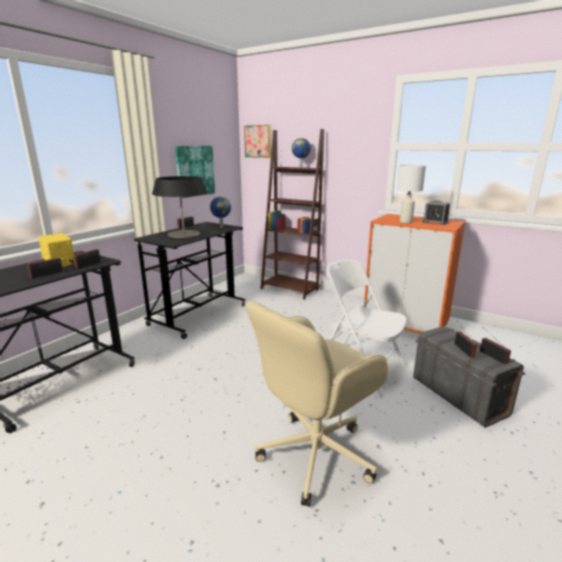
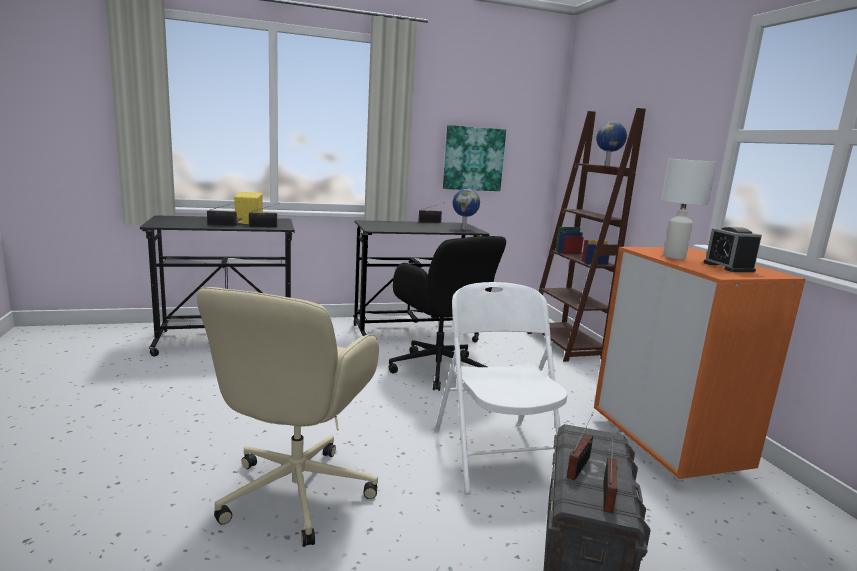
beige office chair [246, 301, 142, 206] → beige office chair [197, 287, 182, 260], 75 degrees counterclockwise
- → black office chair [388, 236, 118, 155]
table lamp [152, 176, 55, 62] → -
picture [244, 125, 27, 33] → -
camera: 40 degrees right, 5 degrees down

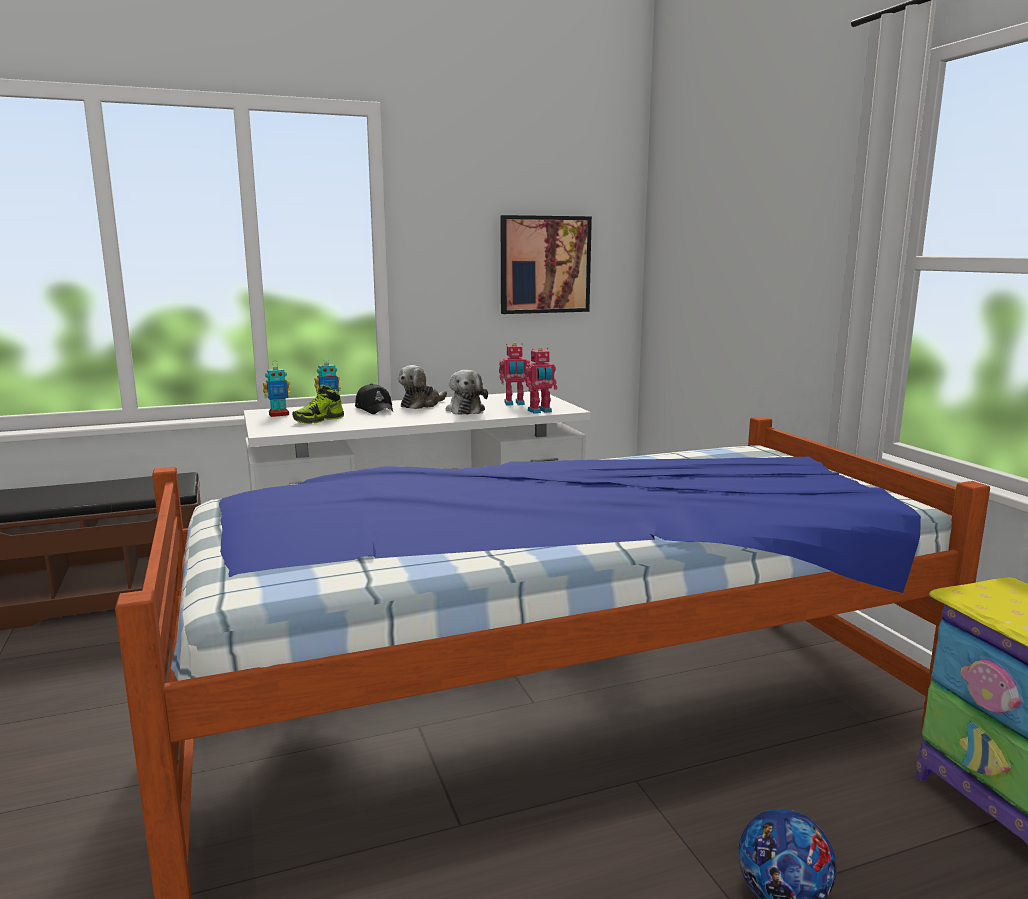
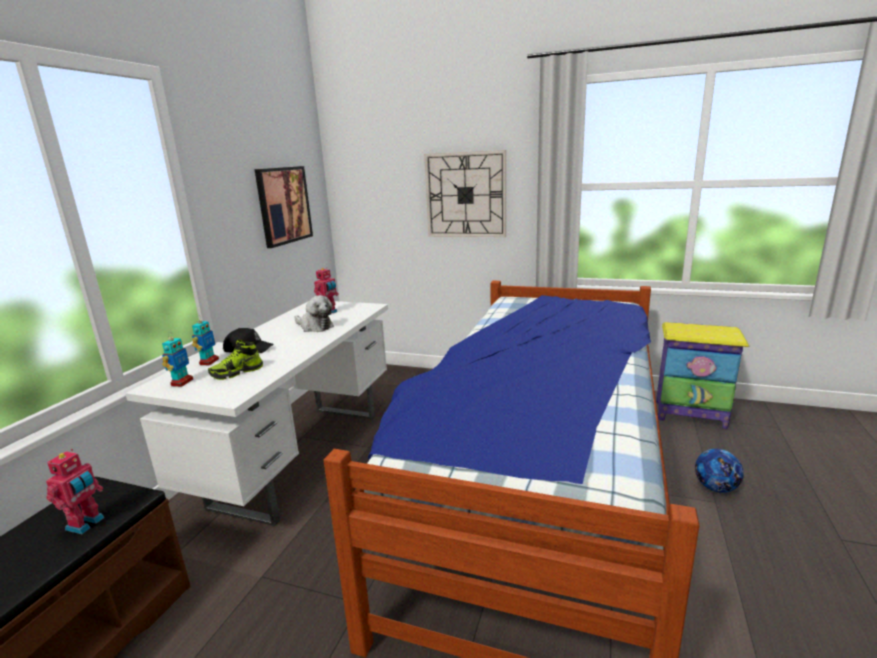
toy robot [523, 347, 34, 67] → toy robot [46, 449, 58, 85], shifted
shoe [292, 384, 52, 40] → shoe [208, 340, 55, 40], 60 degrees clockwise
- → wall clock [424, 150, 82, 87]
plush toy [398, 365, 49, 44] → -
camera: 50 degrees left, 5 degrees up

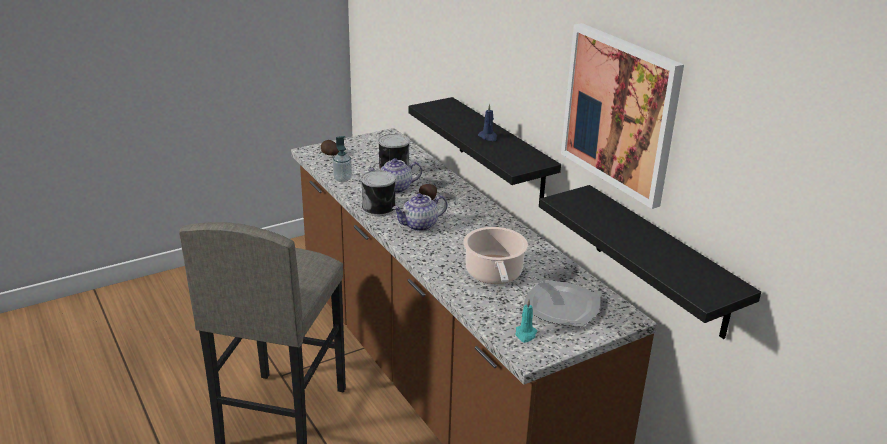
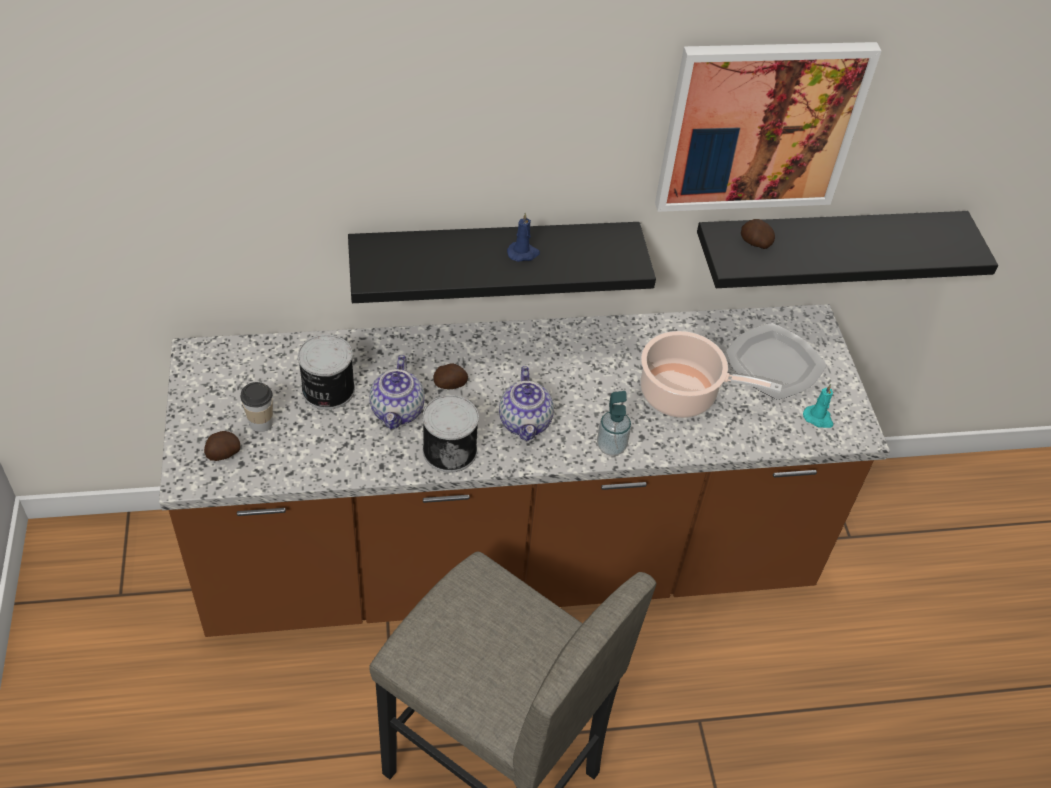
- → cup [240, 382, 33, 50]
soap dispenser [333, 136, 19, 46] → soap dispenser [597, 391, 34, 65], shifted
- → potato [741, 219, 34, 30]
camera: 70 degrees left, 20 degrees up

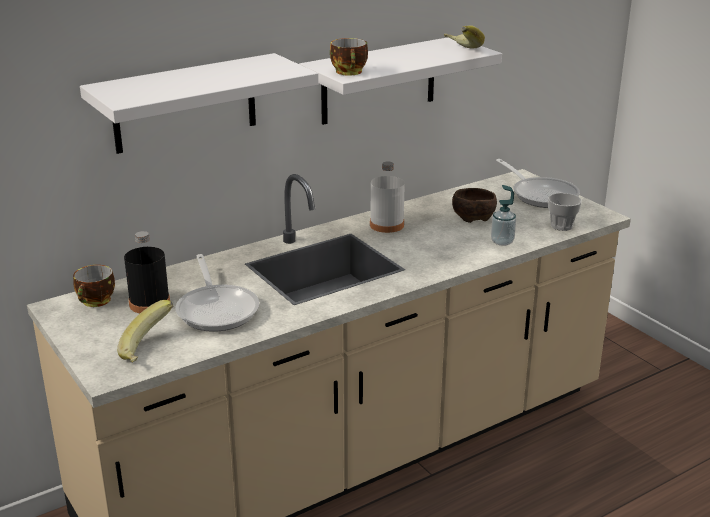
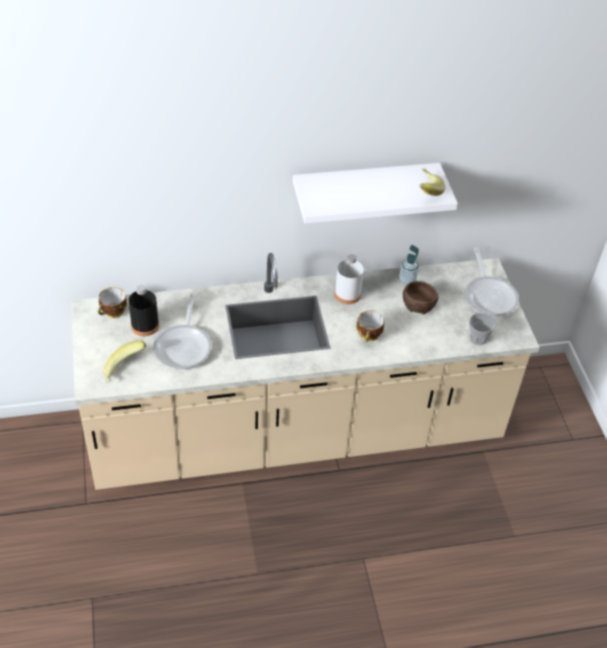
cup [330, 38, 38, 38] → cup [357, 310, 27, 32], shifted
soap dispenser [491, 185, 25, 61] → soap dispenser [399, 245, 20, 40], shifted
white shelf [80, 53, 239, 101] → -
camera: 20 degrees right, 20 degrees up

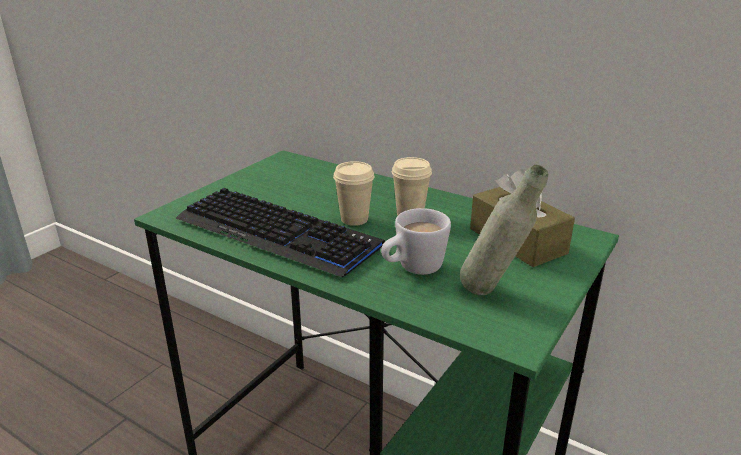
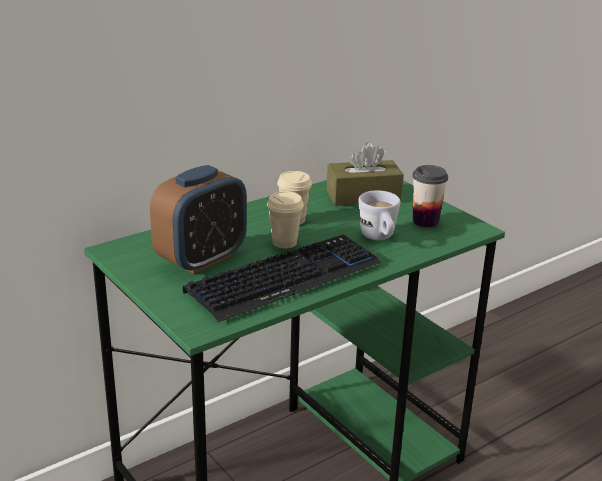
- → alarm clock [150, 165, 97, 109]
grey bottle [460, 165, 88, 130] → cup [412, 165, 36, 62]
camera: 70 degrees left, 0 degrees up

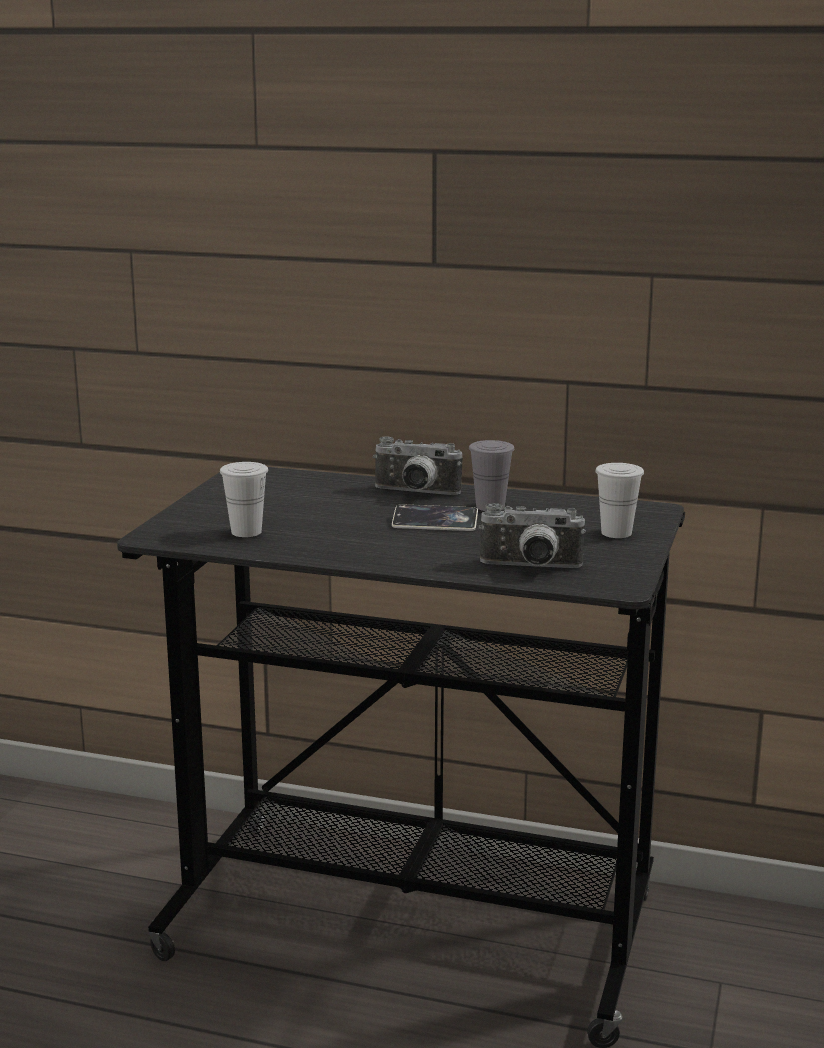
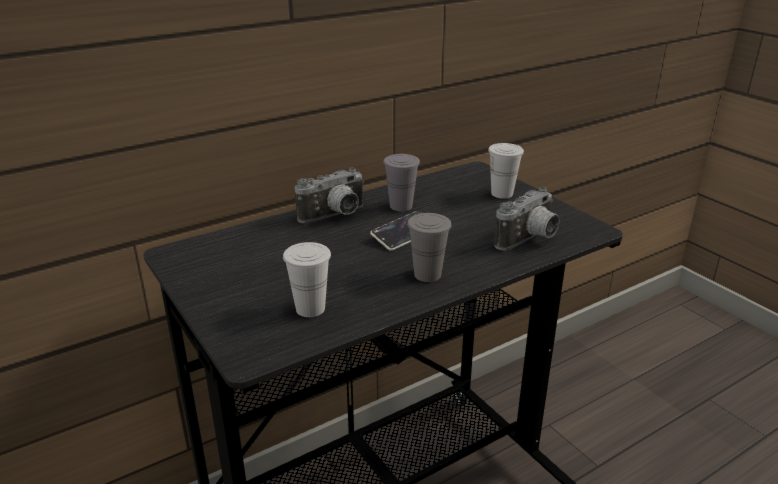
- → grey cup [407, 213, 44, 69]
camera: 50 degrees left, 10 degrees up

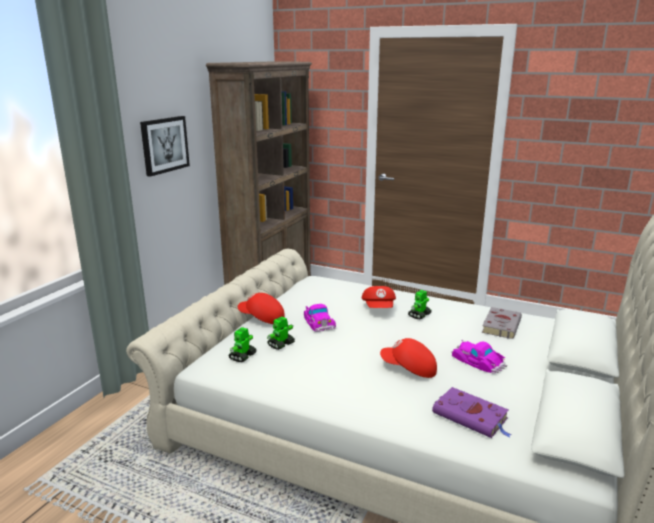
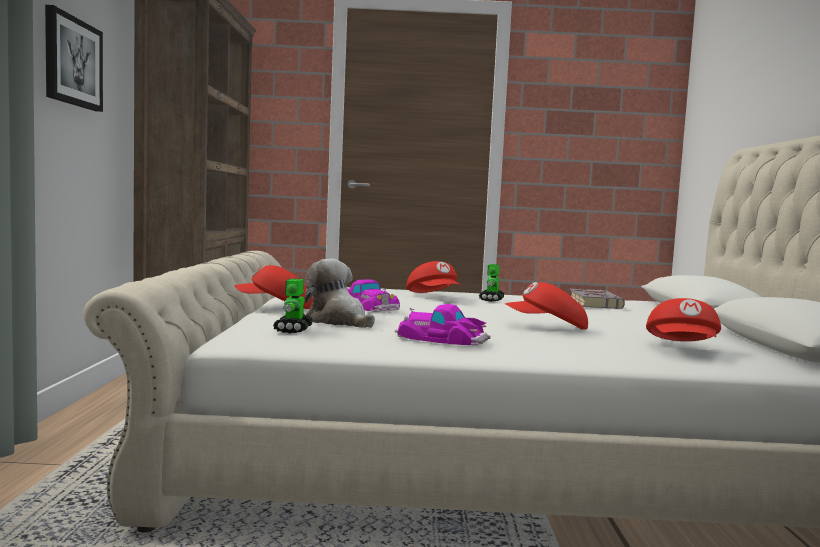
toy robot [267, 317, 28, 33] → plush toy [305, 259, 70, 69]
toy car [451, 340, 56, 34] → toy car [395, 304, 96, 42], shifted
purple book [432, 387, 79, 51] → red cap [646, 298, 75, 43]
camera: 25 degrees left, 15 degrees down

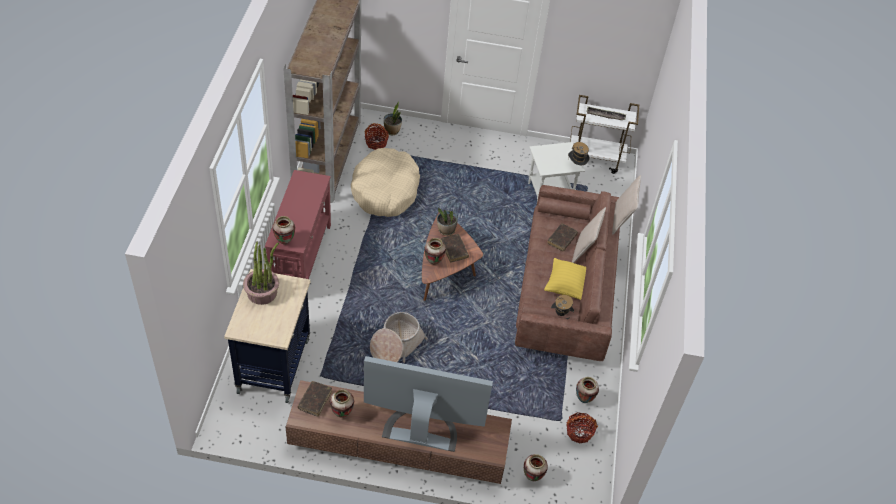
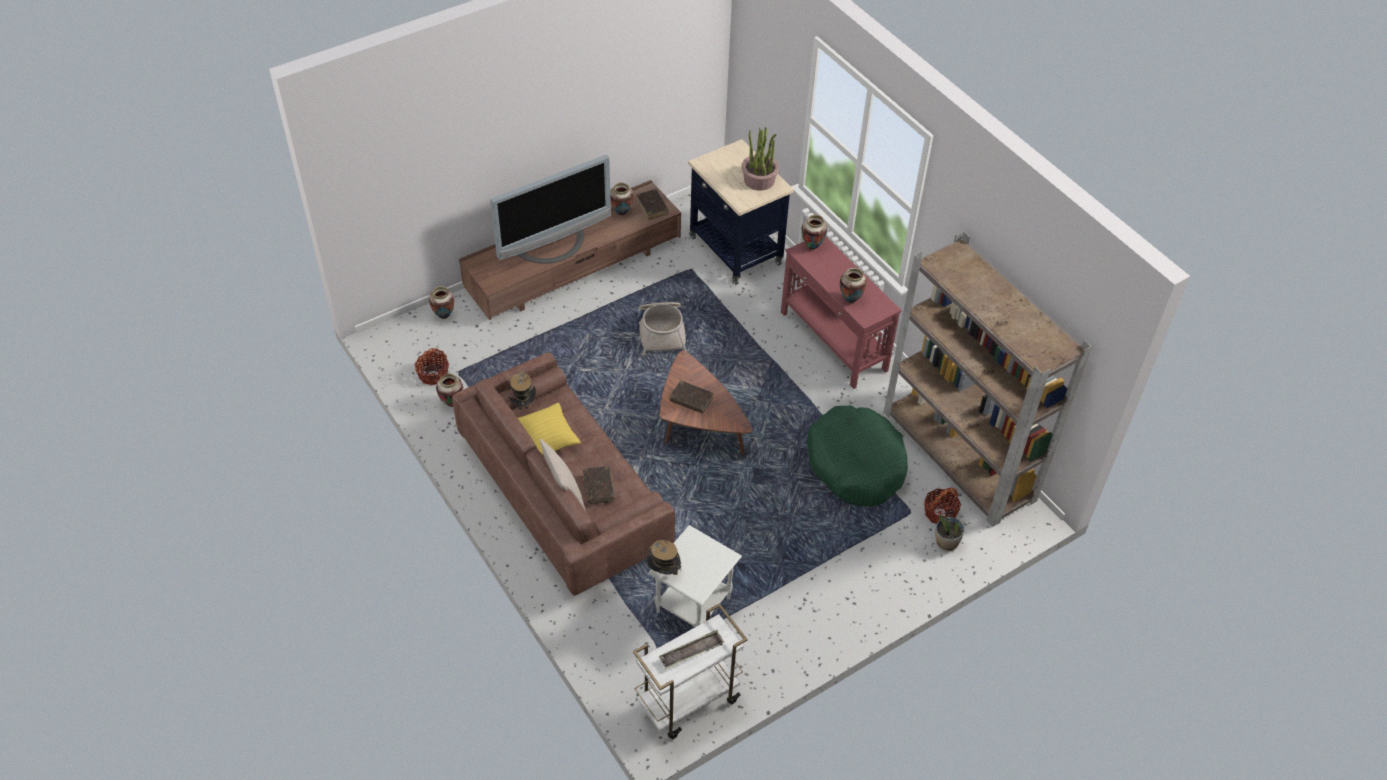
beige dog bed [351, 148, 69, 69] → green dog bed [807, 405, 101, 102]
vase [424, 238, 22, 27] → vase [840, 268, 27, 35], shifted
potted plant [437, 208, 21, 28] → -
beige pillow [612, 175, 29, 59] → -
camera: 140 degrees right, 0 degrees up

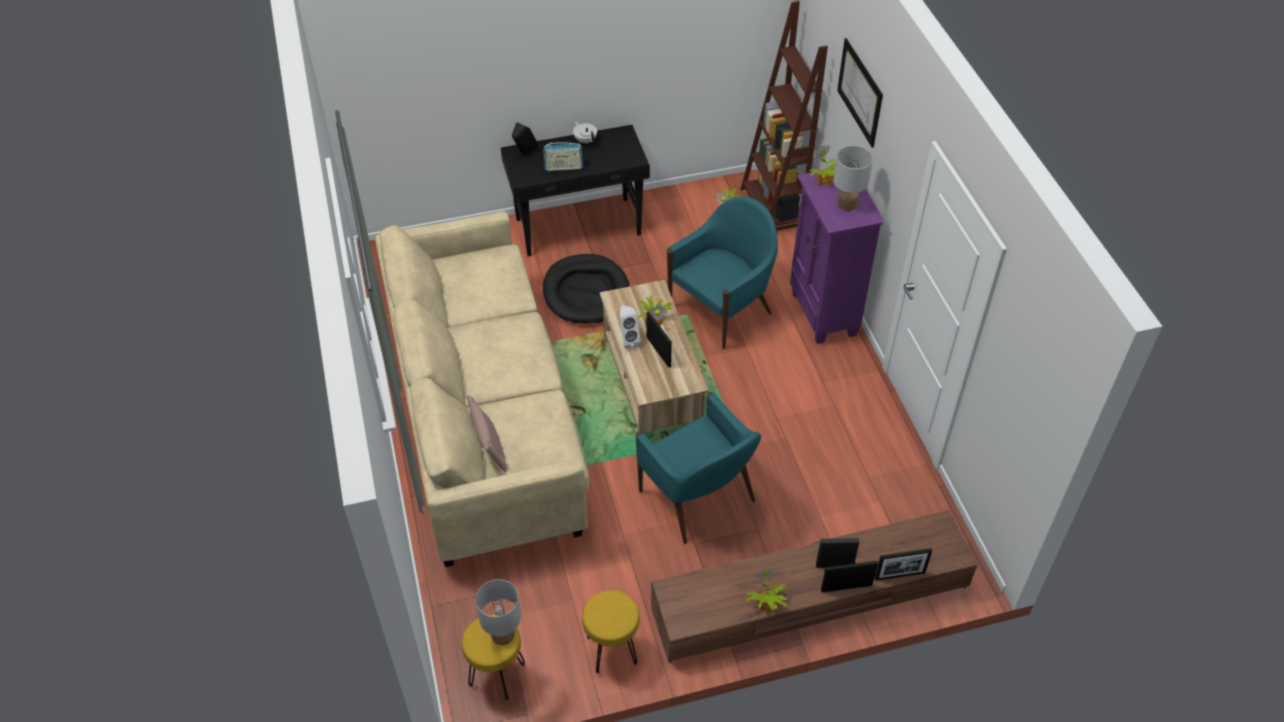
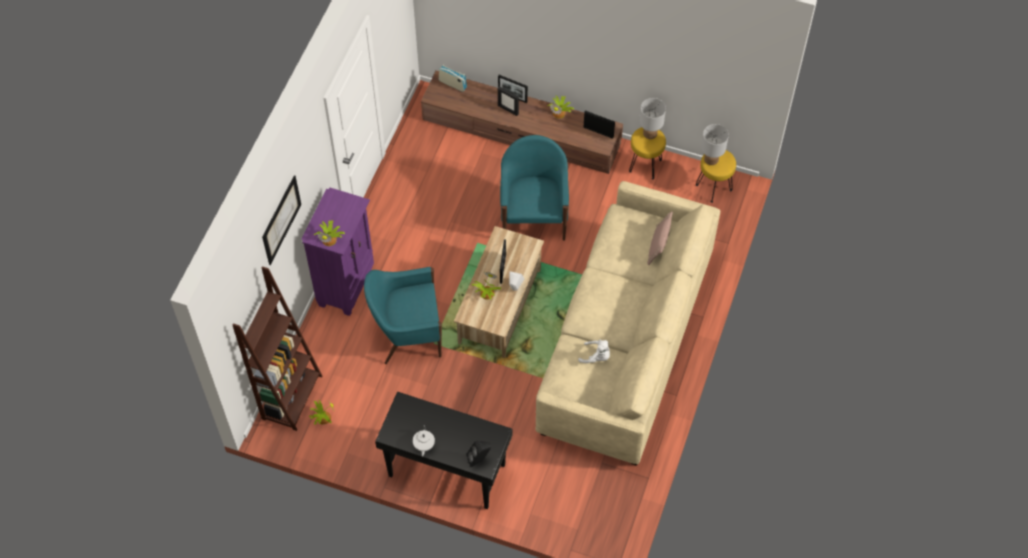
radio [544, 142, 39, 29] → radio [439, 65, 28, 27], shifted
- → white plush toy [578, 340, 32, 23]
picture frame [875, 548, 57, 33] → picture frame [583, 110, 32, 29], shifted
grey table lamp [833, 145, 40, 66] → grey table lamp [639, 98, 27, 41], shifted
black dog bed [543, 254, 87, 70] → -
camera: 145 degrees left, 10 degrees up

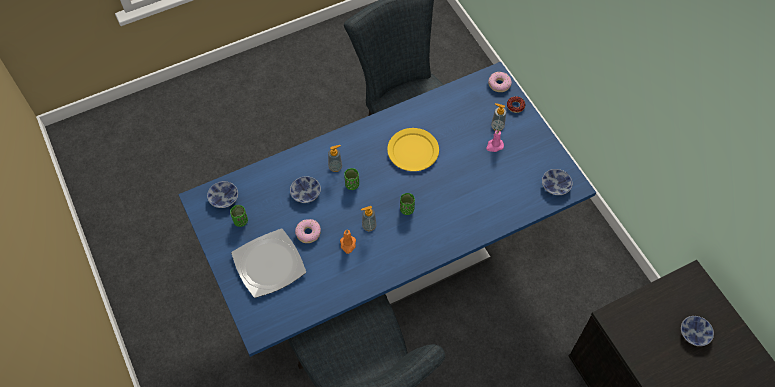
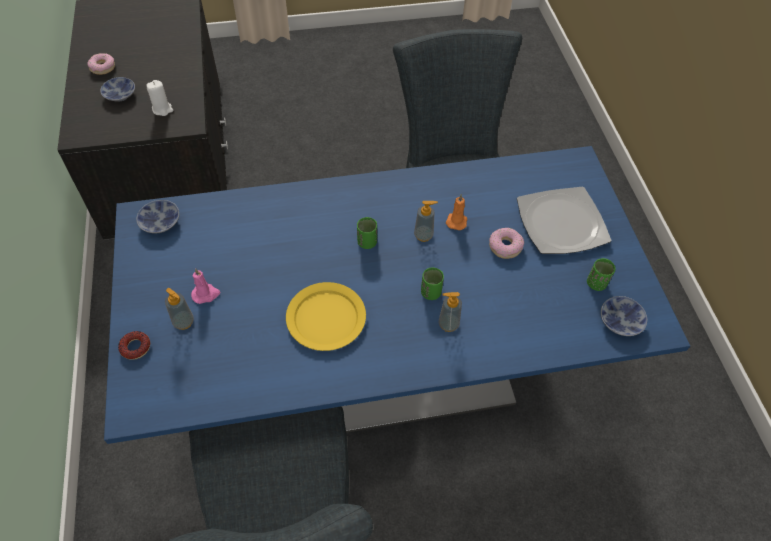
donut [488, 72, 24, 20] → donut [87, 53, 28, 22], shifted
- → white candle [147, 80, 26, 36]
bowl [290, 176, 31, 27] → -
camera: 165 degrees left, 5 degrees down

